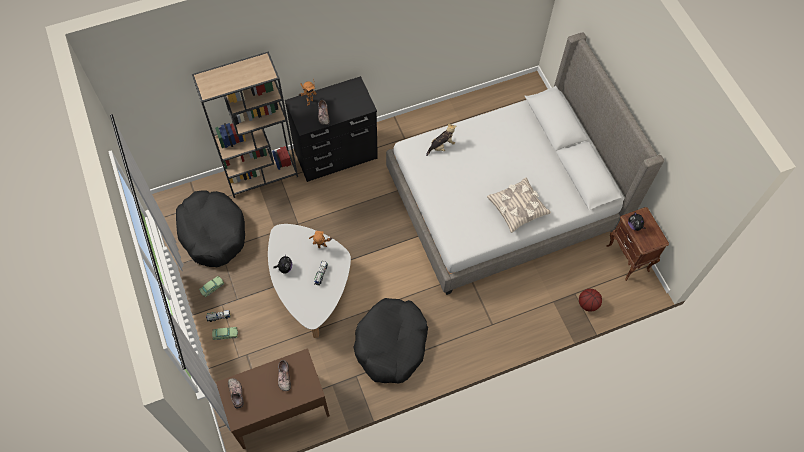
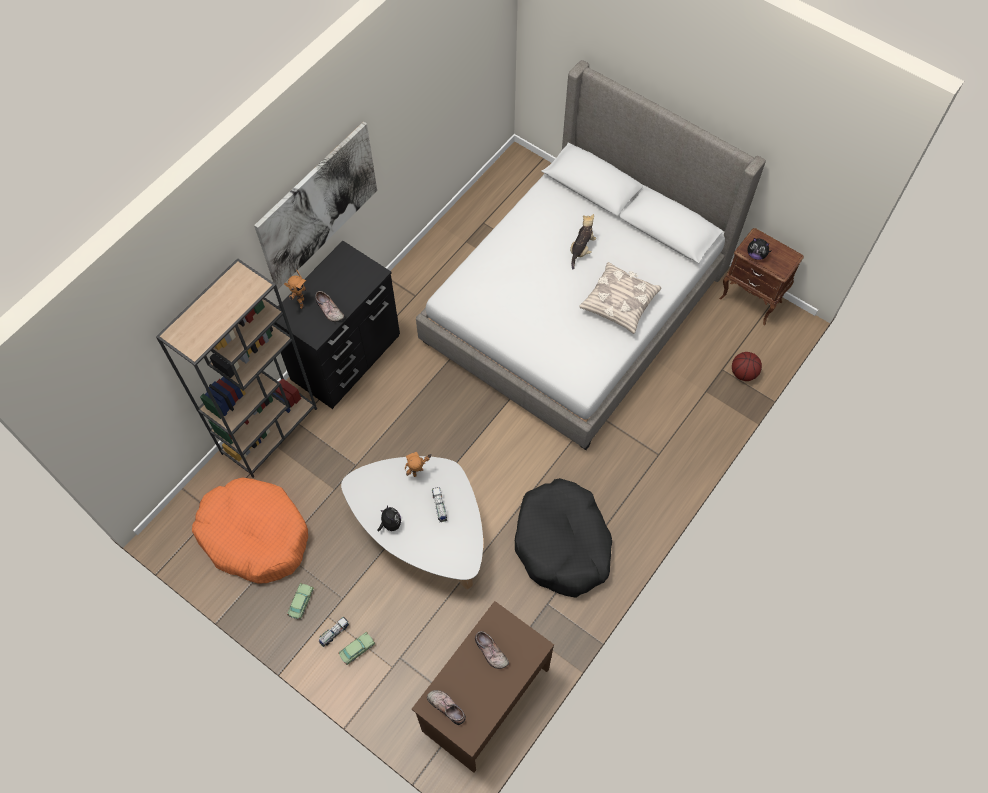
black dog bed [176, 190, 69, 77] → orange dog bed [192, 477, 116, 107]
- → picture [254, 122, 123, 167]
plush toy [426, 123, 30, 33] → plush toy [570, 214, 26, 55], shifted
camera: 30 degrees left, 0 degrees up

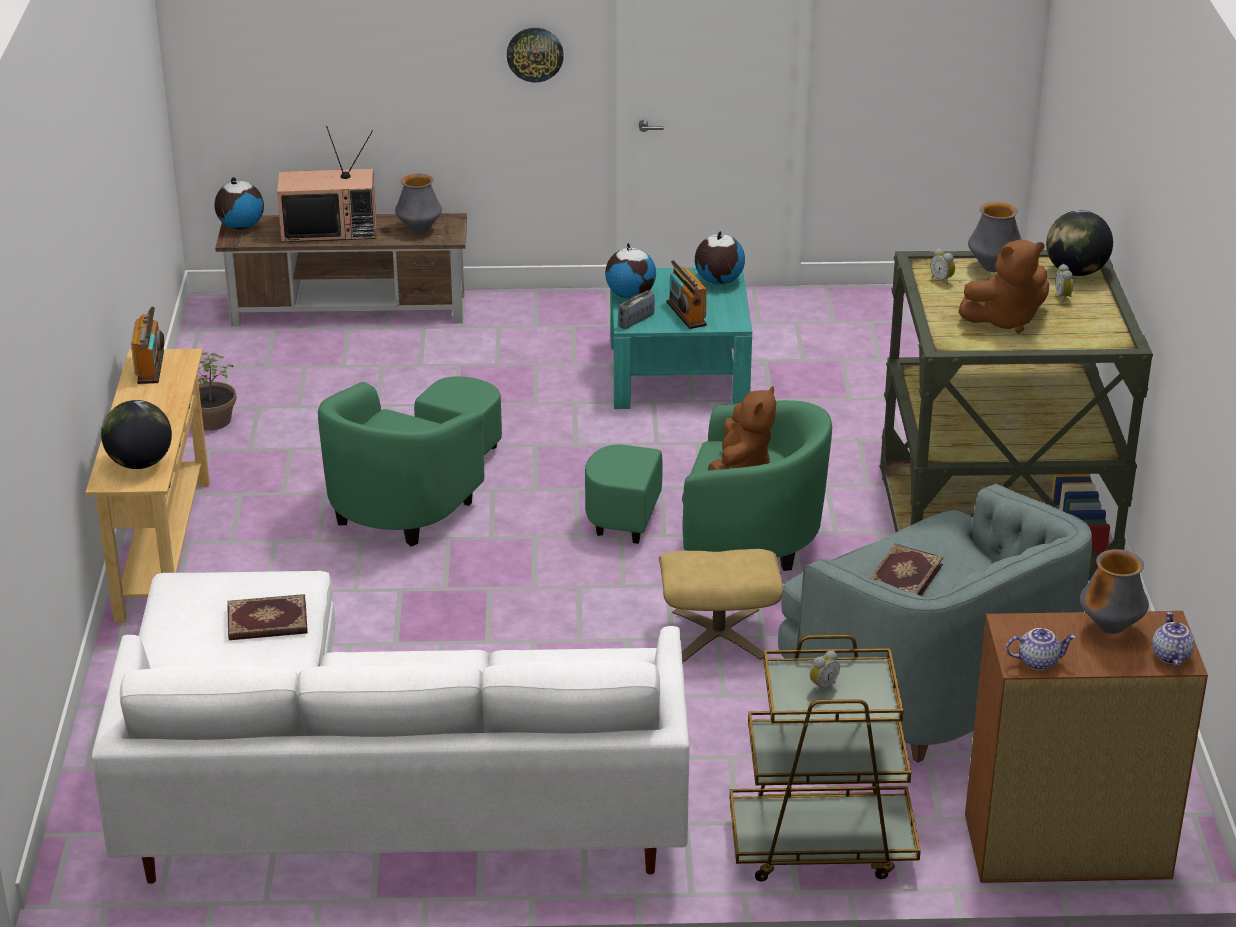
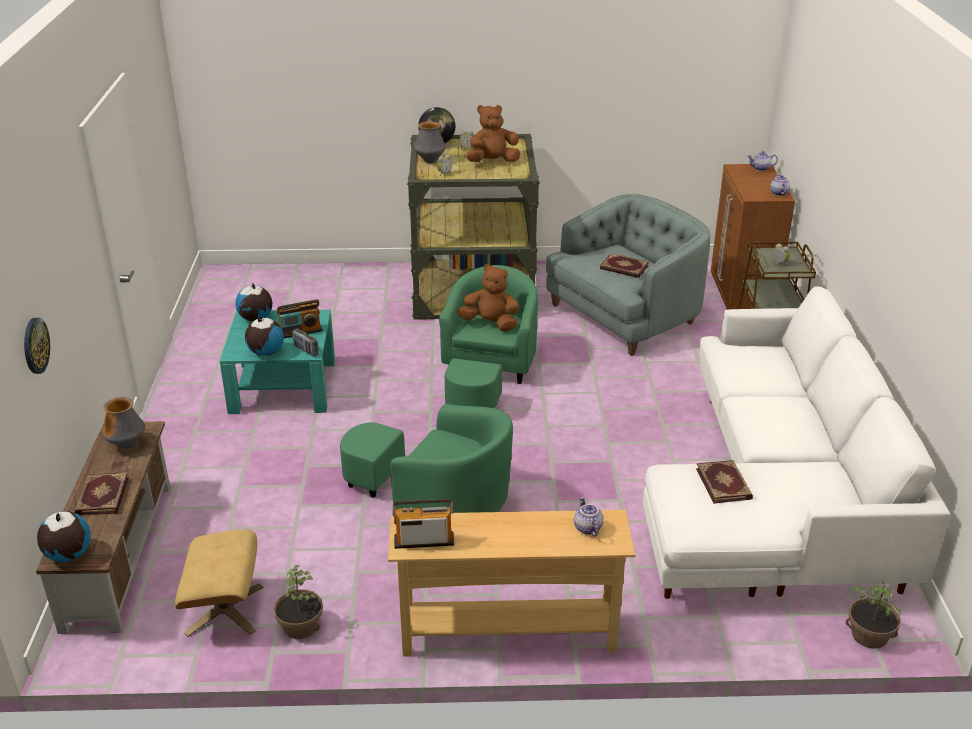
wall clock [507, 28, 57, 54] → wall clock [24, 318, 26, 56], shifted
television [277, 126, 99, 116] → book [75, 472, 54, 43]
beige ottoman [659, 549, 124, 113] → beige ottoman [175, 529, 88, 108], shifted
brown plush toy [958, 239, 92, 94] → brown plush toy [466, 105, 54, 57], 90 degrees counterclockwise
globe [101, 400, 71, 69] → teapot [574, 497, 29, 39]
- → potted plant [846, 581, 55, 68]
vase [1080, 549, 69, 85] → -
camera: 90 degrees left, 0 degrees up

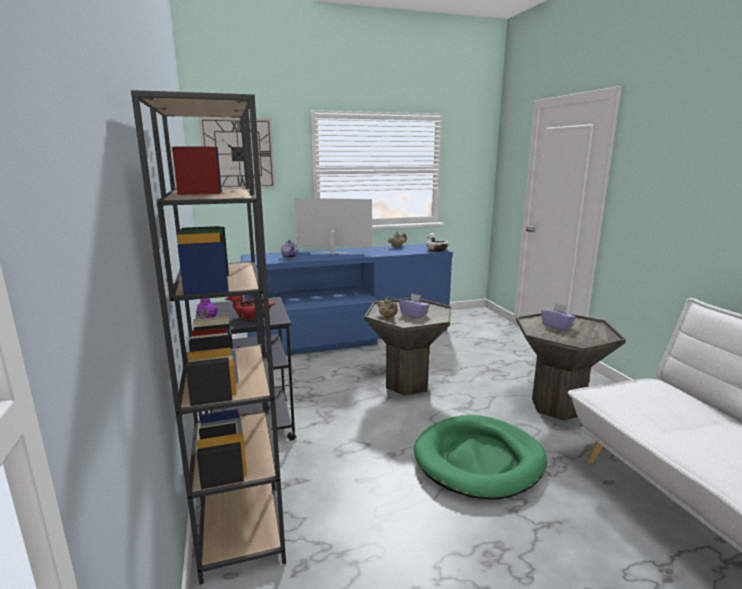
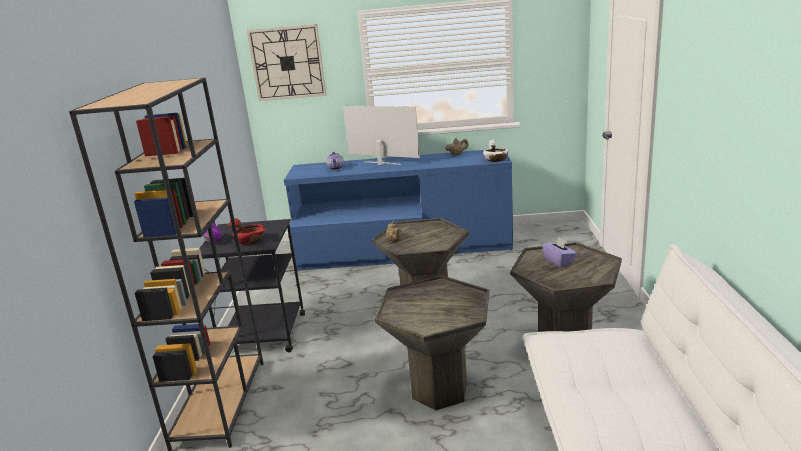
green dog bed [414, 415, 133, 85] → grey side table [374, 275, 116, 135]
purple tissue box [399, 293, 31, 25] → -
camera: 20 degrees right, 5 degrees up

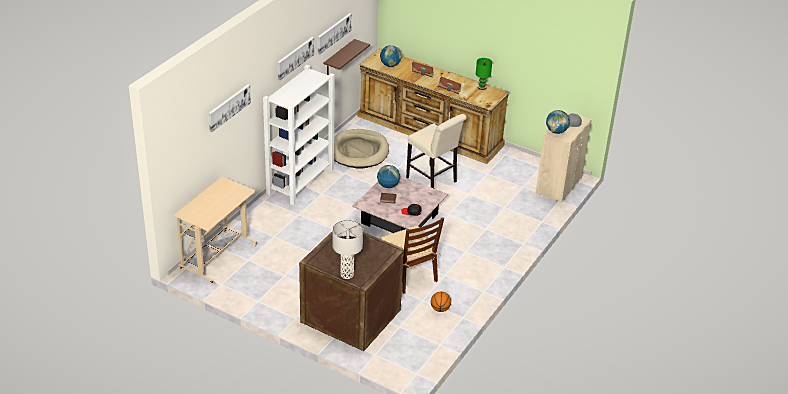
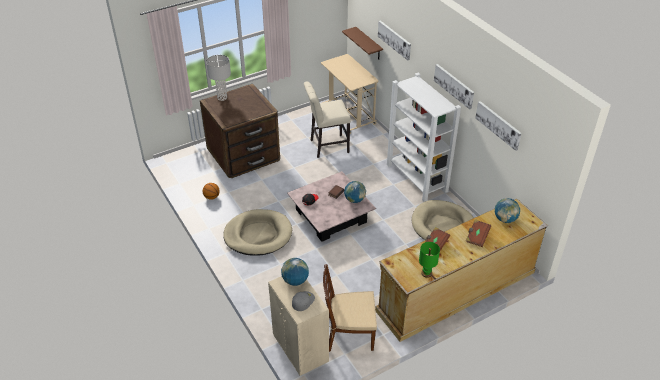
- → beige dog bed [223, 209, 69, 47]
beige stool [406, 114, 61, 74] → beige stool [304, 81, 47, 77], shifted
brown chair [381, 217, 63, 77] → brown chair [323, 264, 54, 88], shifted
brown shelf [324, 39, 46, 36] → brown shelf [342, 27, 41, 33], shifted
camera: 120 degrees right, 5 degrees up

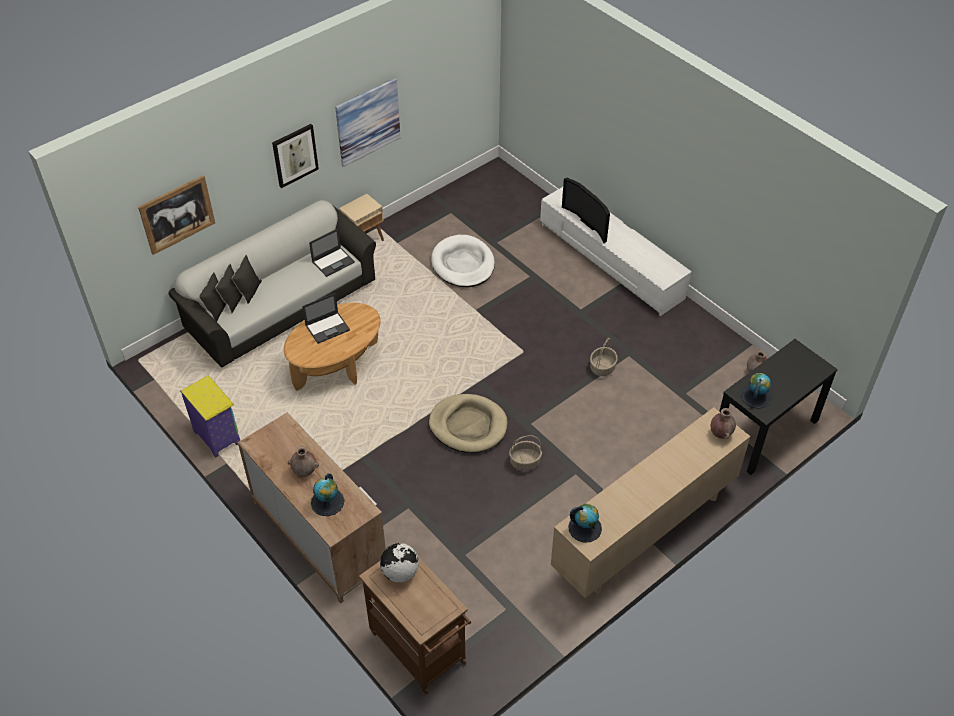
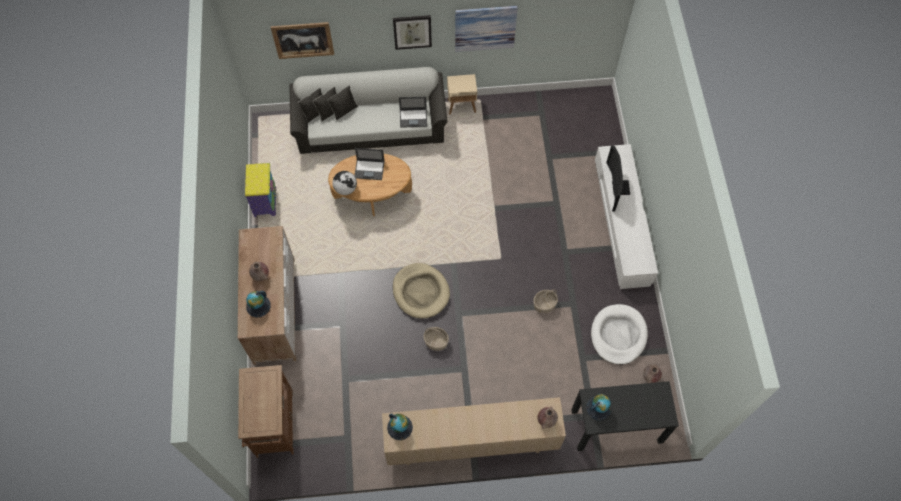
globe [380, 543, 39, 40] → globe [332, 171, 25, 24], shifted
white dog bed [431, 235, 64, 52] → white dog bed [591, 304, 57, 61], shifted
camera: 35 degrees right, 15 degrees up

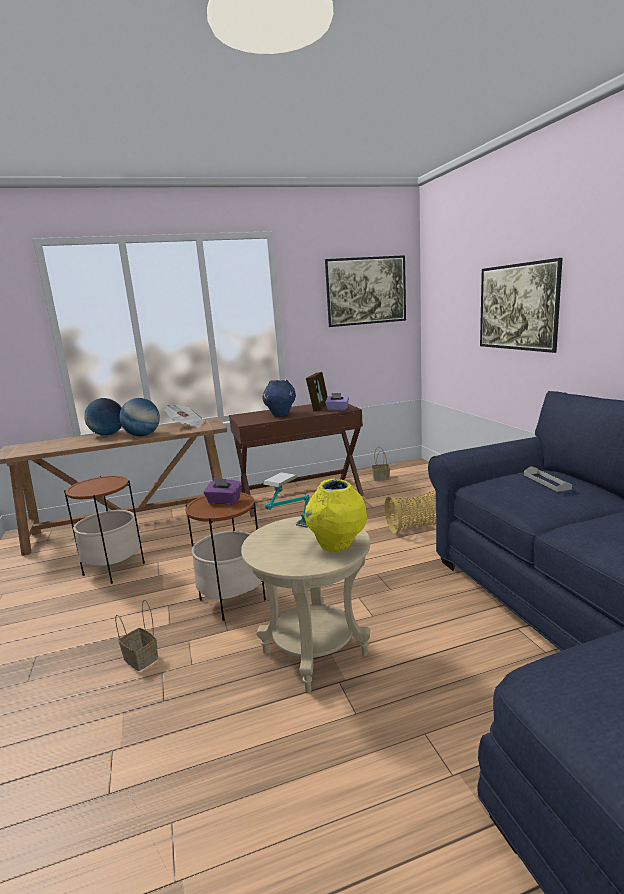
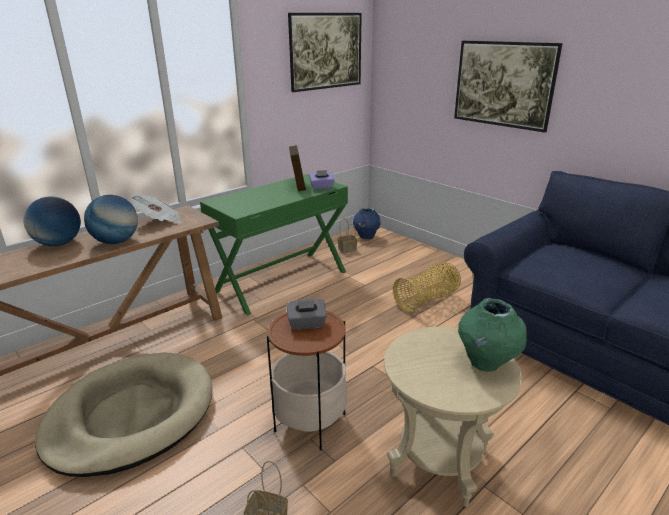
side table [64, 476, 81, 108] → beige dog bed [35, 353, 177, 124]
brown console table [229, 404, 135, 113] → green console table [200, 174, 148, 141]
purple tissue box [204, 478, 38, 27] → grey tissue box [286, 299, 41, 31]
blue vase [263, 380, 33, 37] → blue vase [353, 208, 28, 31], shifted
yellow vase [304, 479, 63, 73] → green vase [458, 298, 69, 74]
table lamp [263, 472, 47, 56] → -
grey tray [524, 466, 48, 26] → -
camera: 25 degrees left, 10 degrees up

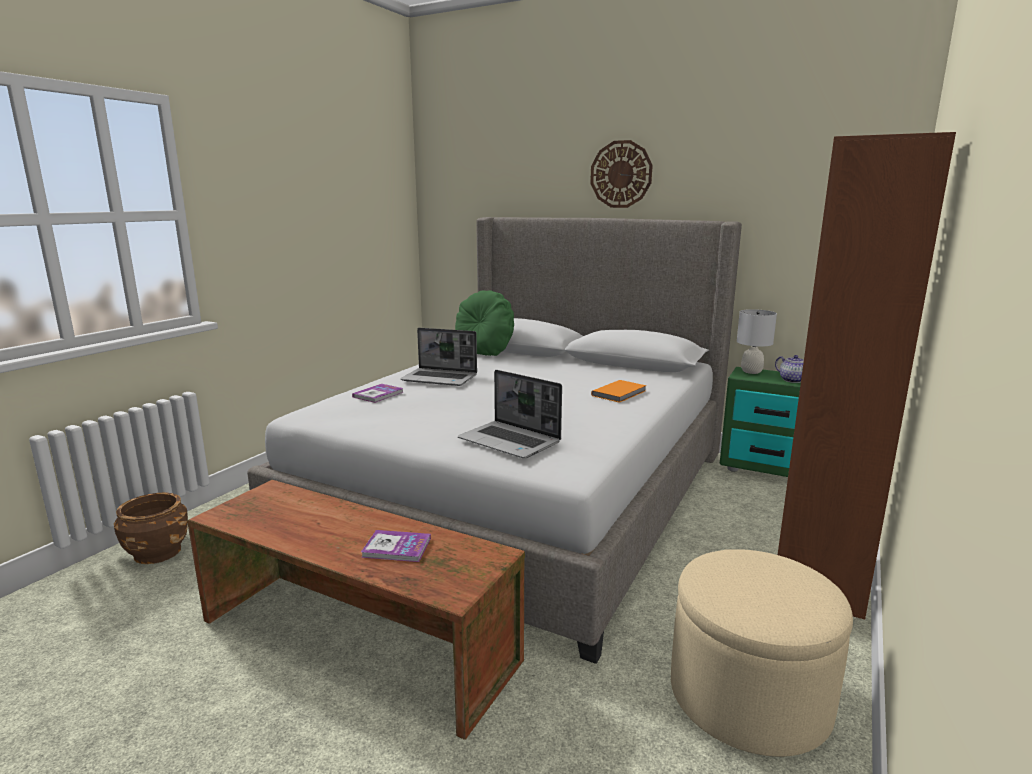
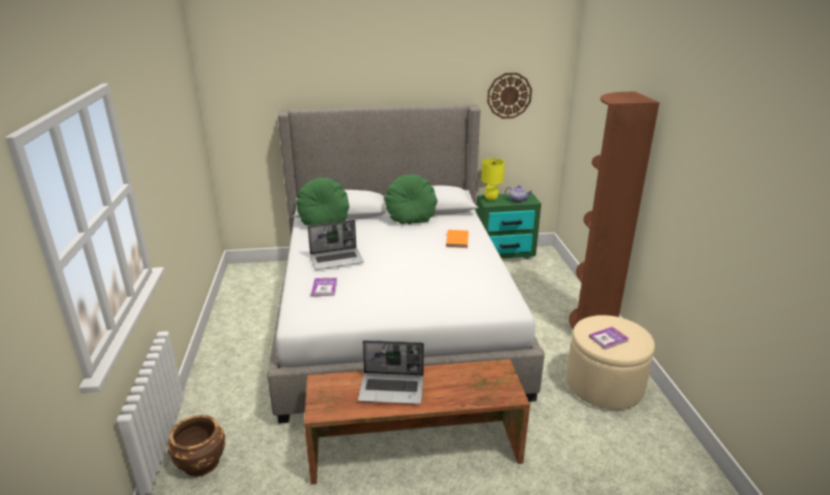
laptop [458, 370, 104, 88] → laptop [358, 340, 66, 64], shifted
- → green pillow [385, 174, 53, 50]
grey table lamp [737, 309, 40, 65] → yellow table lamp [481, 158, 24, 42]
wall clock [590, 140, 63, 68] → wall clock [487, 73, 45, 46], shifted
book [361, 530, 70, 32] → book [589, 327, 40, 23], shifted
camera: 35 degrees left, 10 degrees up

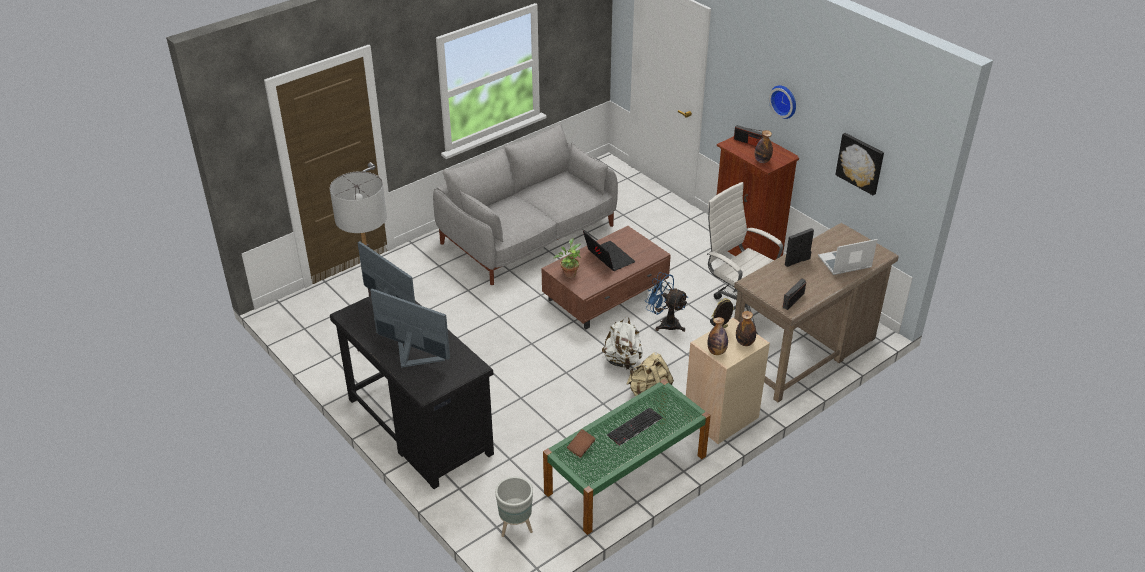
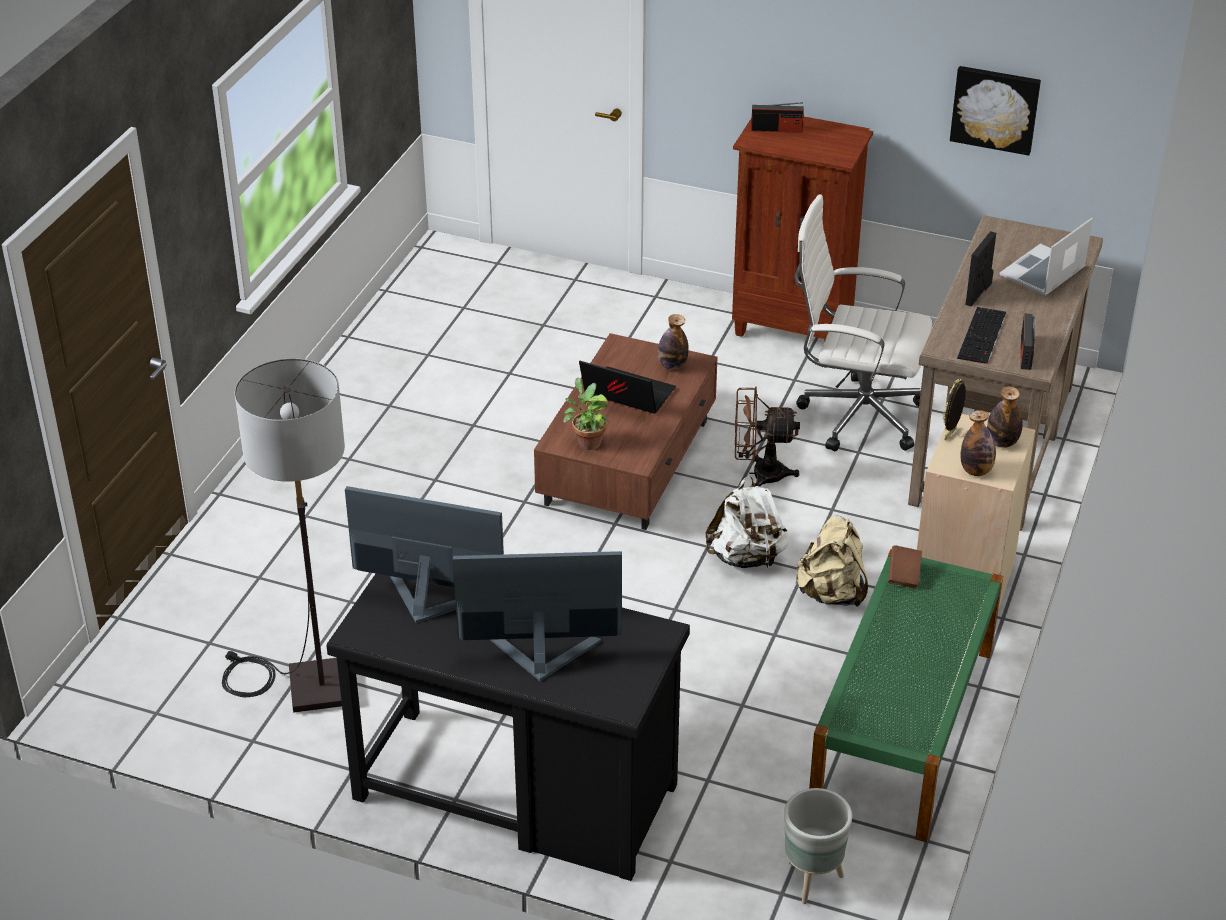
bottle [755, 130, 18, 33] → bottle [658, 314, 31, 56], shifted
blue fan [645, 272, 43, 60] → brown fan [735, 386, 65, 100]
brown book [567, 429, 29, 29] → brown book [888, 545, 34, 43], shifted
keyboard [607, 407, 55, 39] → keyboard [957, 307, 49, 58], shifted
grey sofa [433, 124, 185, 161] → -
wall clock [769, 86, 27, 33] → -
camera: 30 degrees left, 0 degrees up

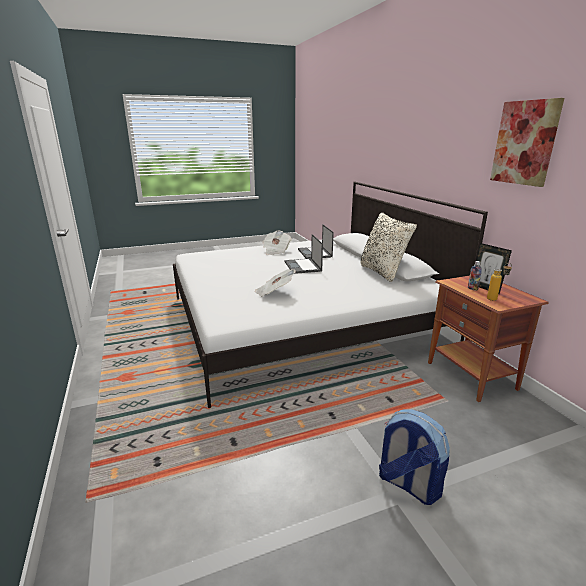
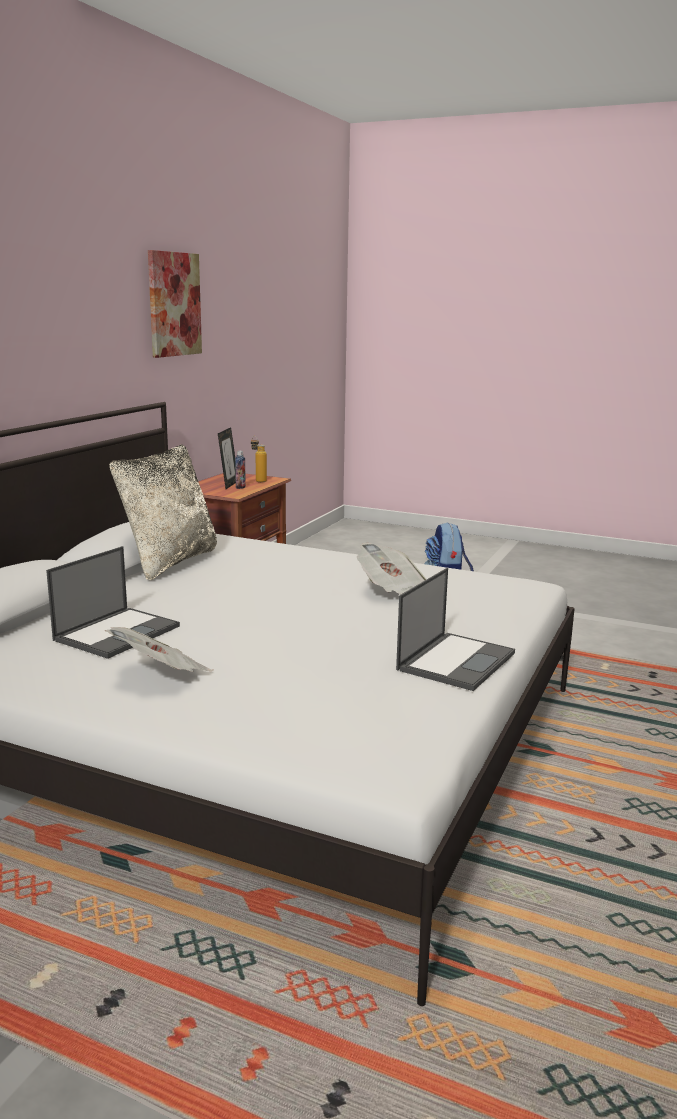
laptop [285, 234, 38, 40] → laptop [396, 568, 119, 123], shifted
camera: 135 degrees left, 5 degrees down

